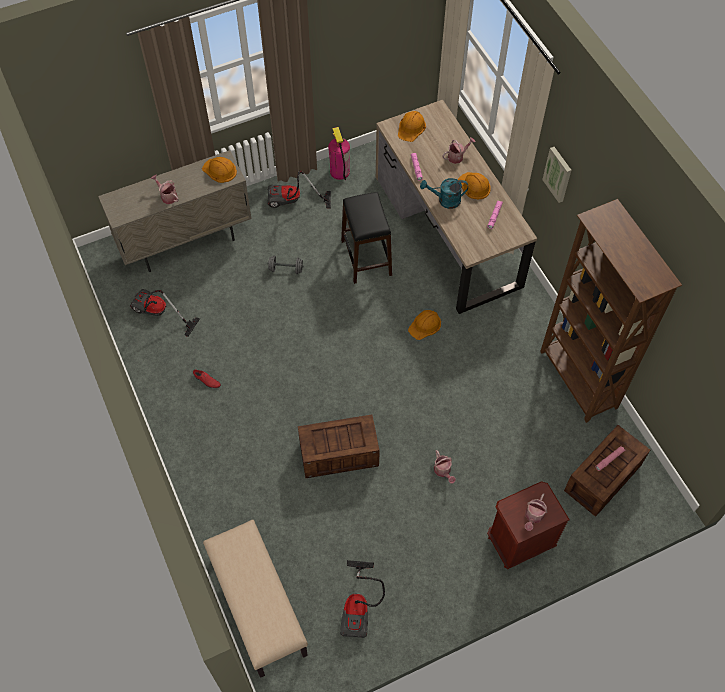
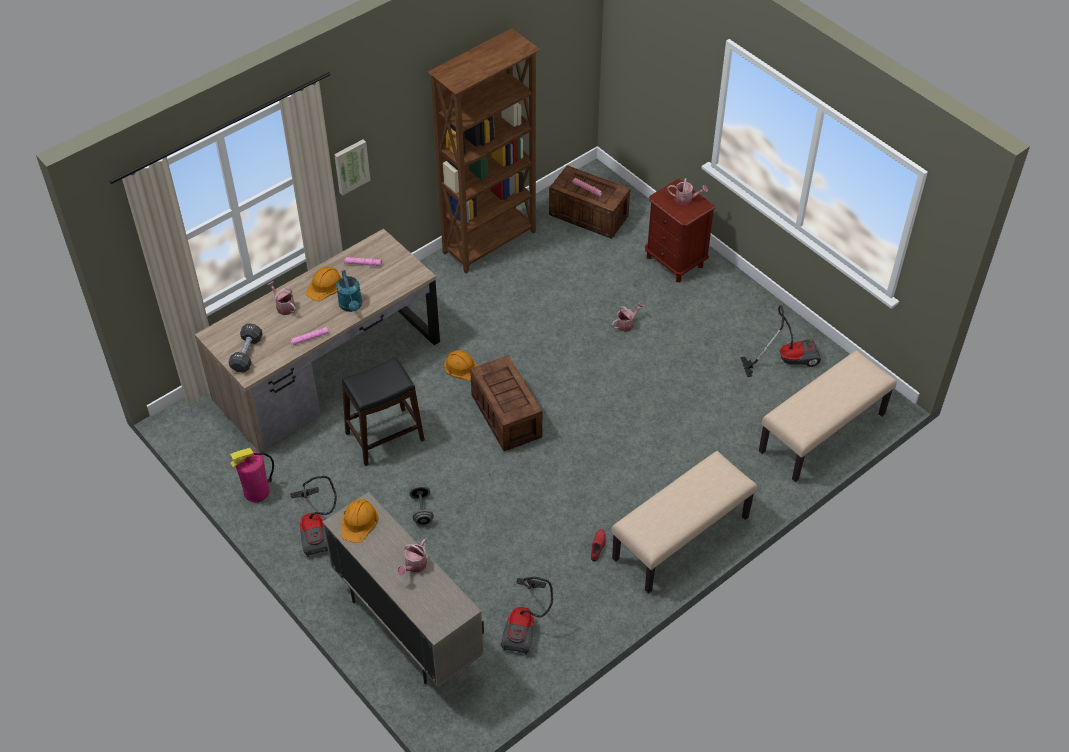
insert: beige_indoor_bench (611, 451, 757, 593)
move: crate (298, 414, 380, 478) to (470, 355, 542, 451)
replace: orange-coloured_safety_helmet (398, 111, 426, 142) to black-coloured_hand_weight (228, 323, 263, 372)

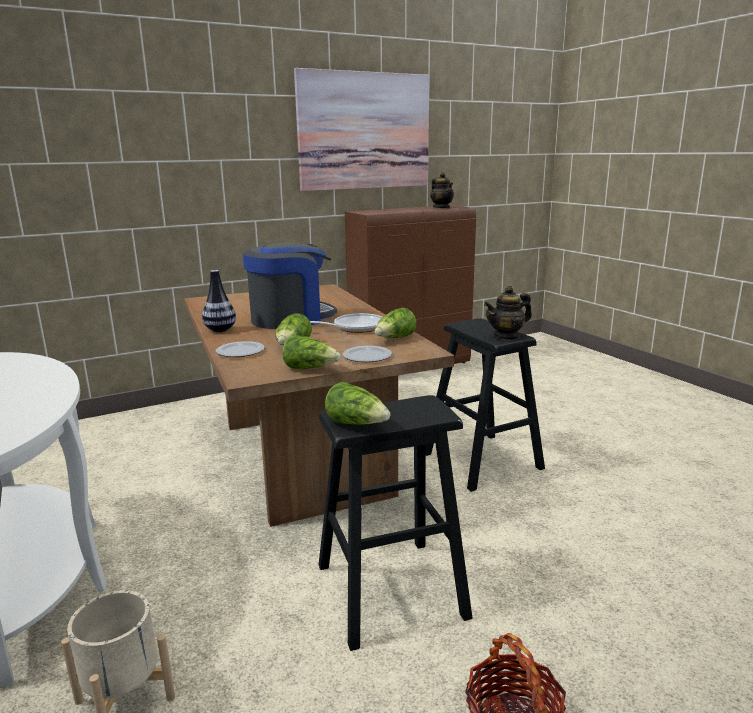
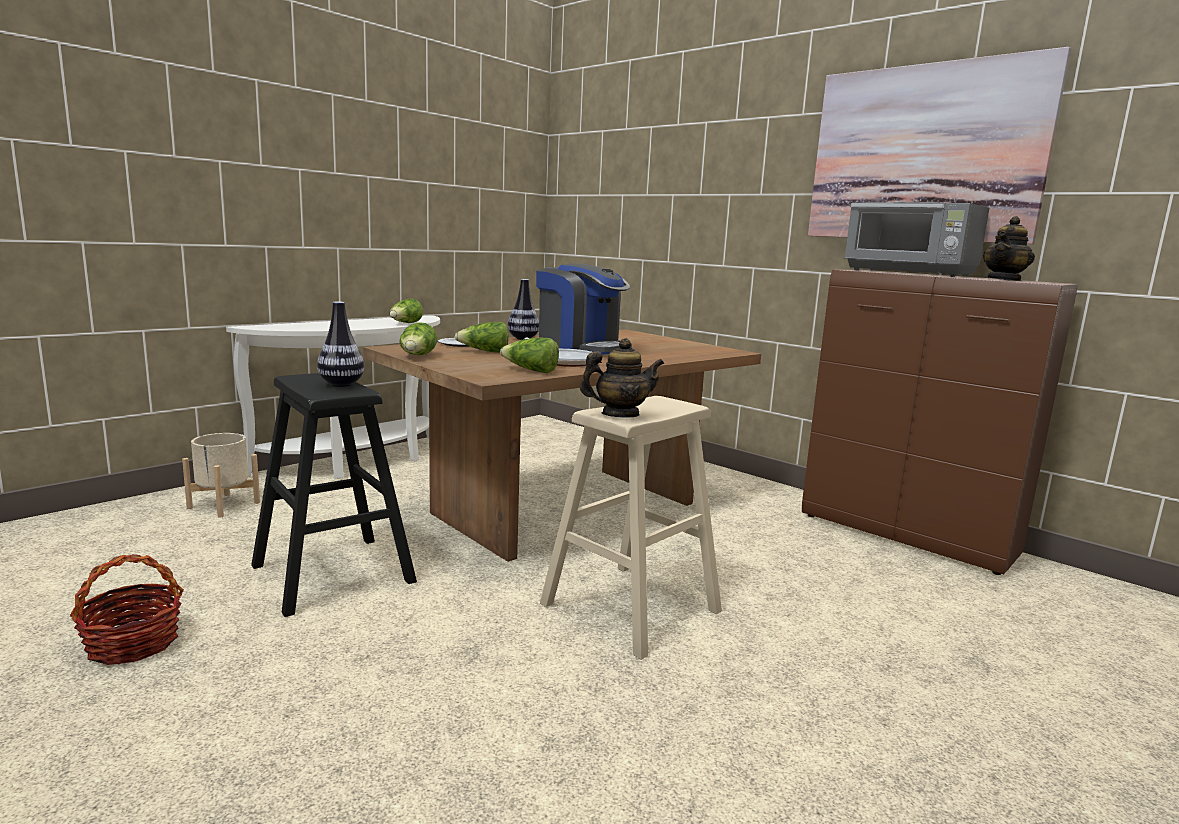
delete: plate (343, 346, 392, 362)
insert: decorative_vase (317, 302, 364, 387); gray_microwave_oven (844, 202, 989, 277)
move: lettuce (325, 382, 390, 425) to (390, 299, 423, 323)
recolor: black-coloured_stool (426, 318, 545, 492) to beige_stool (540, 396, 722, 660)
rotate: tea_pot (484, 286, 532, 340) = (580, 338, 664, 418) 120 degrees clockwise

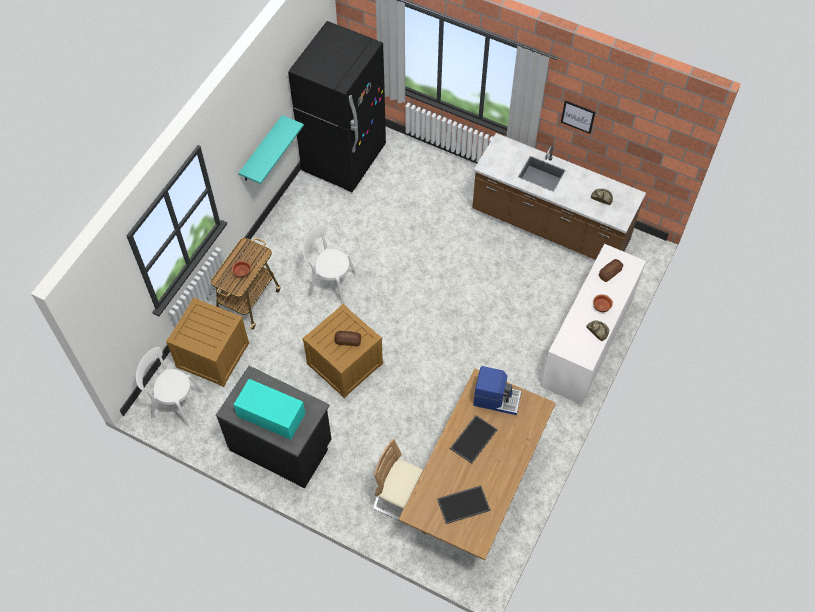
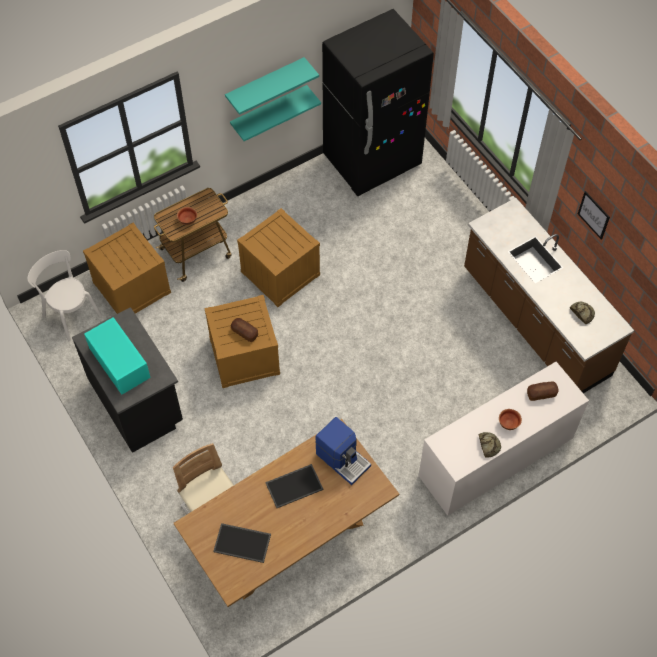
insert: blue-green_bracket_shelf (225, 57, 319, 115)
replace: white_upright_chair (303, 225, 356, 304) to crate (237, 208, 320, 307)

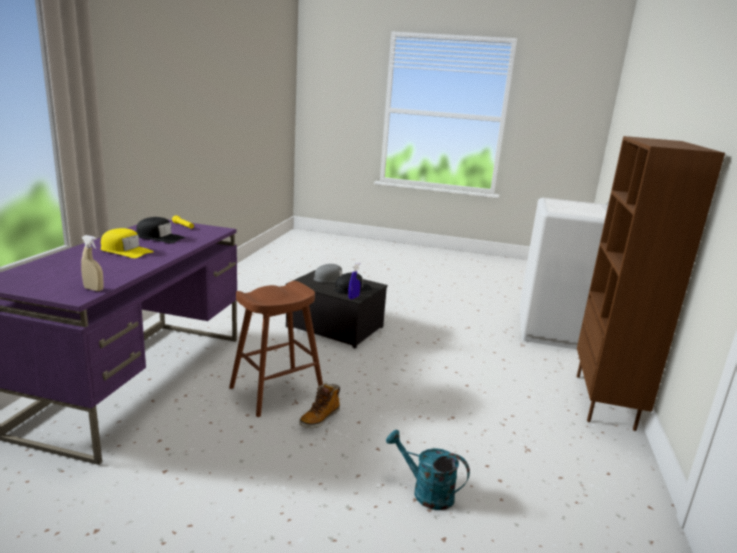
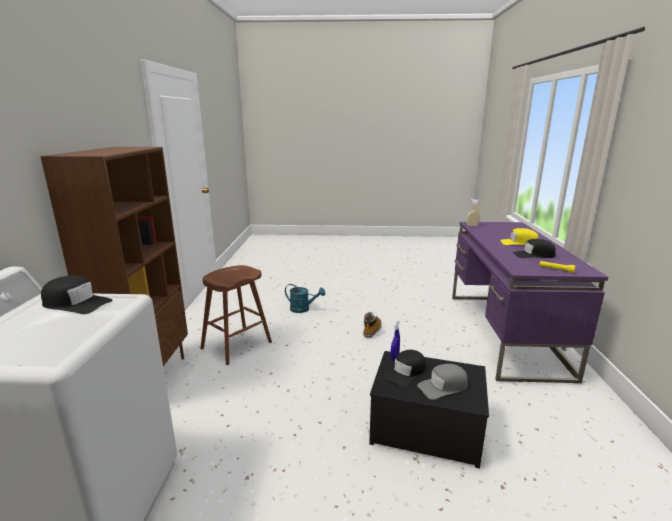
insert: black-coloured_cap (41, 275, 113, 314)
move: brown_stool (229, 281, 323, 417) to (200, 265, 272, 365)

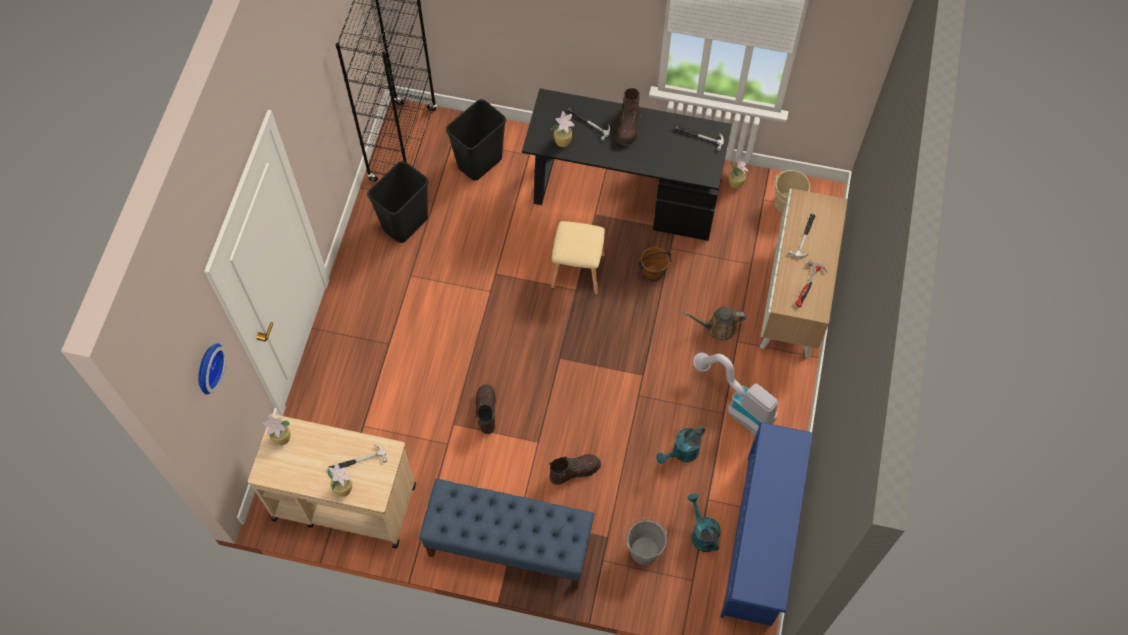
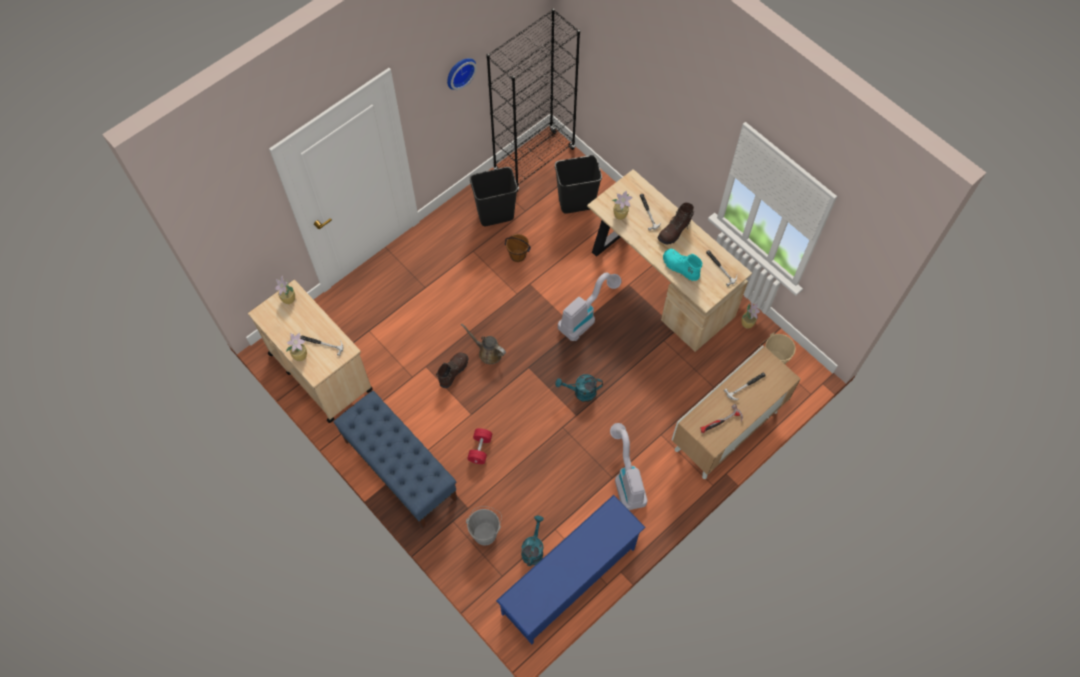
insert: blue-green_boot (663, 249, 703, 281)
move: wall_clock (198, 343, 226, 394) to (447, 58, 477, 90); brown_bucket (639, 247, 671, 281) to (505, 234, 531, 262); blue-green_watering_pot (656, 426, 705, 464) to (555, 374, 603, 402); brown_watering_pot (684, 307, 746, 341) to (461, 323, 506, 364)
replace: brown_boot (549, 454, 601, 485) to reddish_hand_weight (467, 428, 492, 464); beige_stool (551, 221, 605, 295) to vacuum_cleaner (558, 272, 622, 341)
recolor: black-coloured_desk_table (522, 88, 732, 241) to beige_desk_table (587, 169, 752, 352)

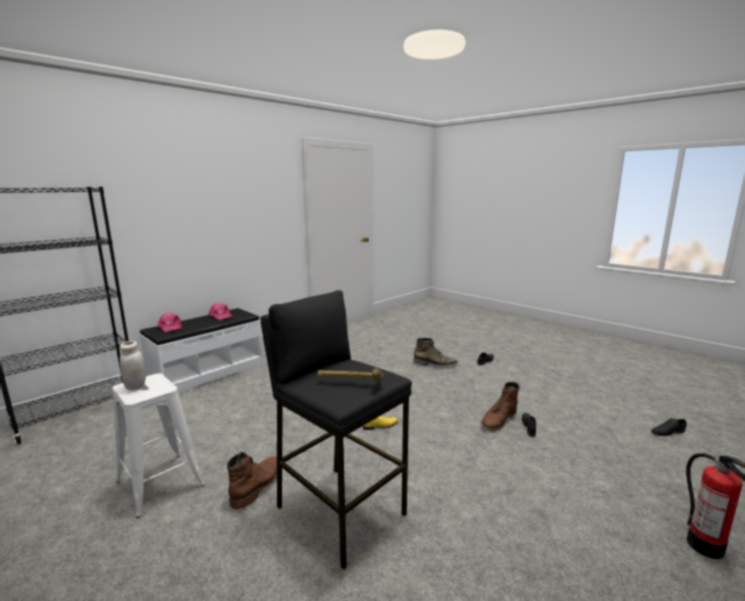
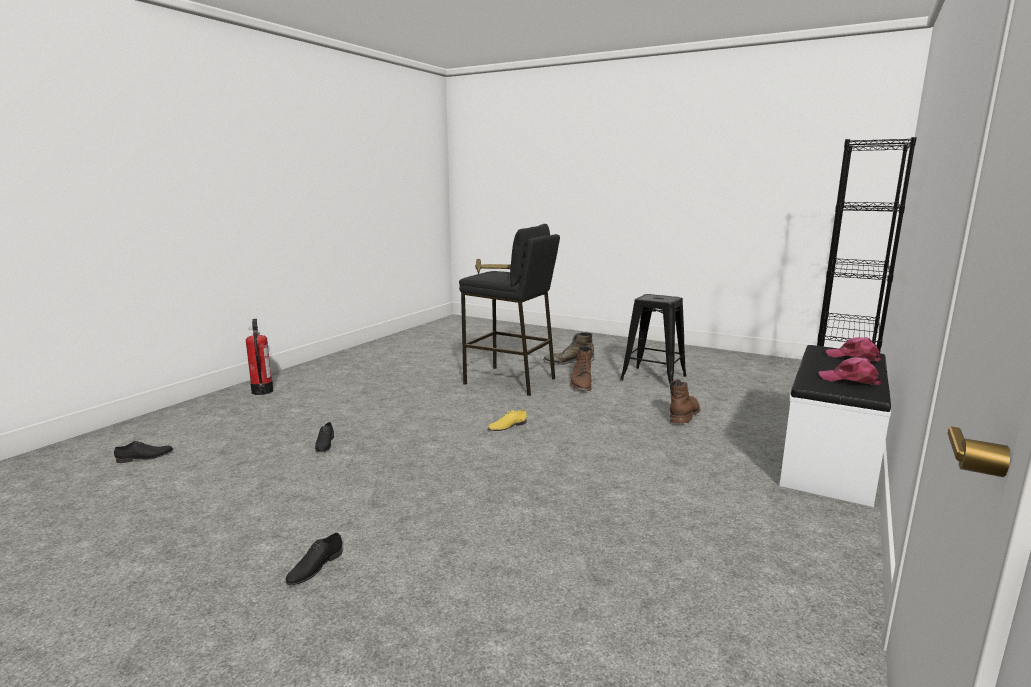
delete: white_preserve_jar (120, 341, 146, 390)
move: green_boot (413, 338, 458, 367) to (543, 332, 594, 365); brown_boot (481, 382, 520, 431) to (670, 379, 701, 424)
recolor: white_stool (112, 373, 205, 518) to black-coloured_stool (620, 294, 687, 389)

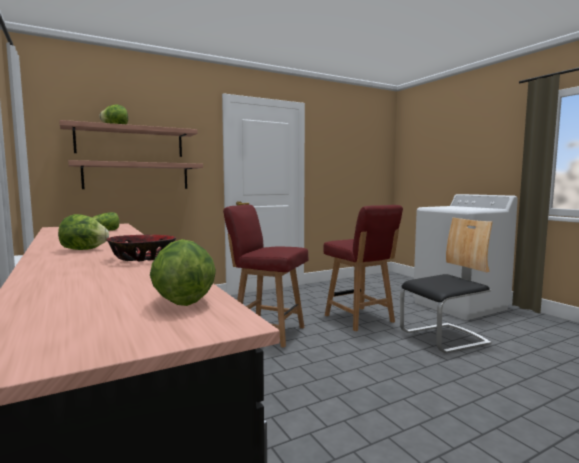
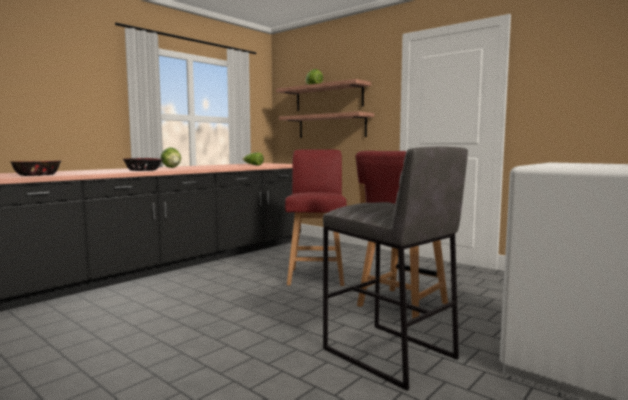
replace: lettuce (150, 239, 216, 306) to bowl (10, 161, 61, 176); upright_chair (400, 217, 493, 353) to gray_stool (323, 146, 468, 391)

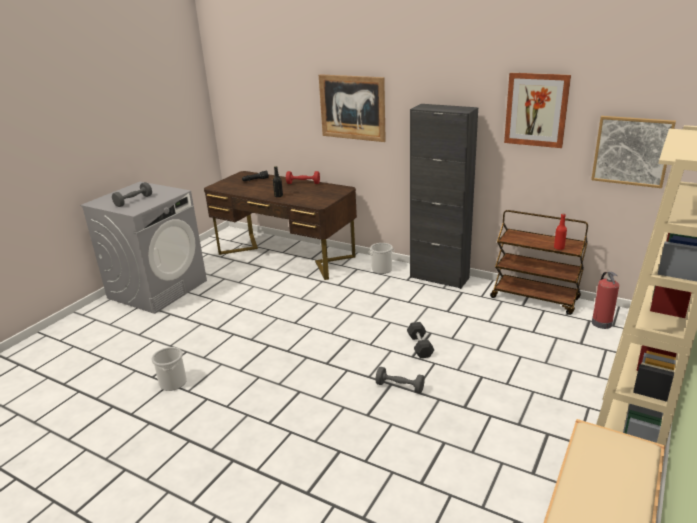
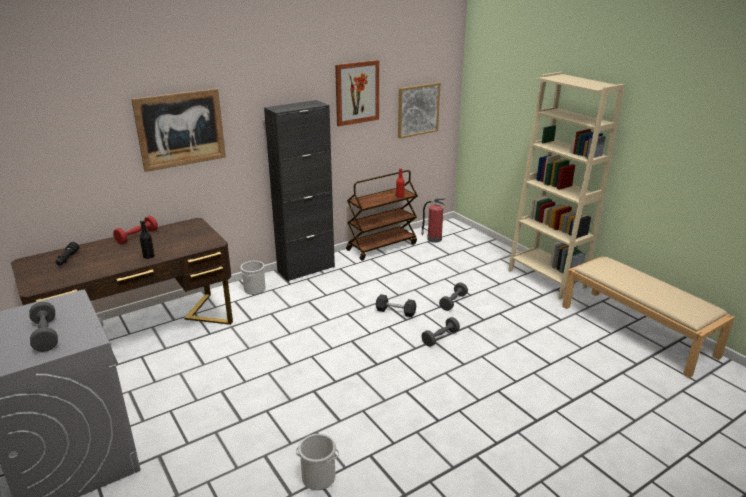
insert: gray_hand_weight (439, 282, 468, 311)

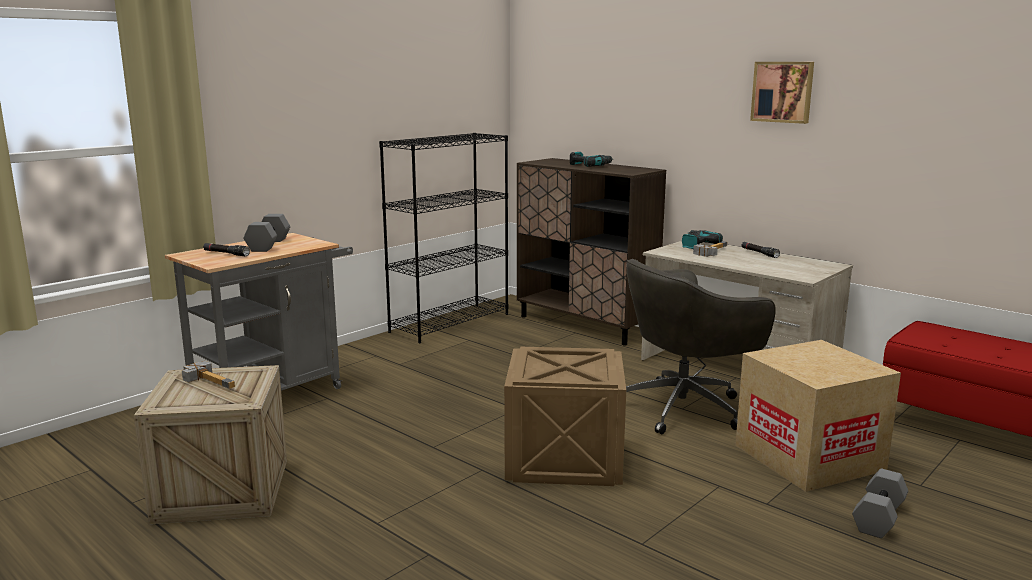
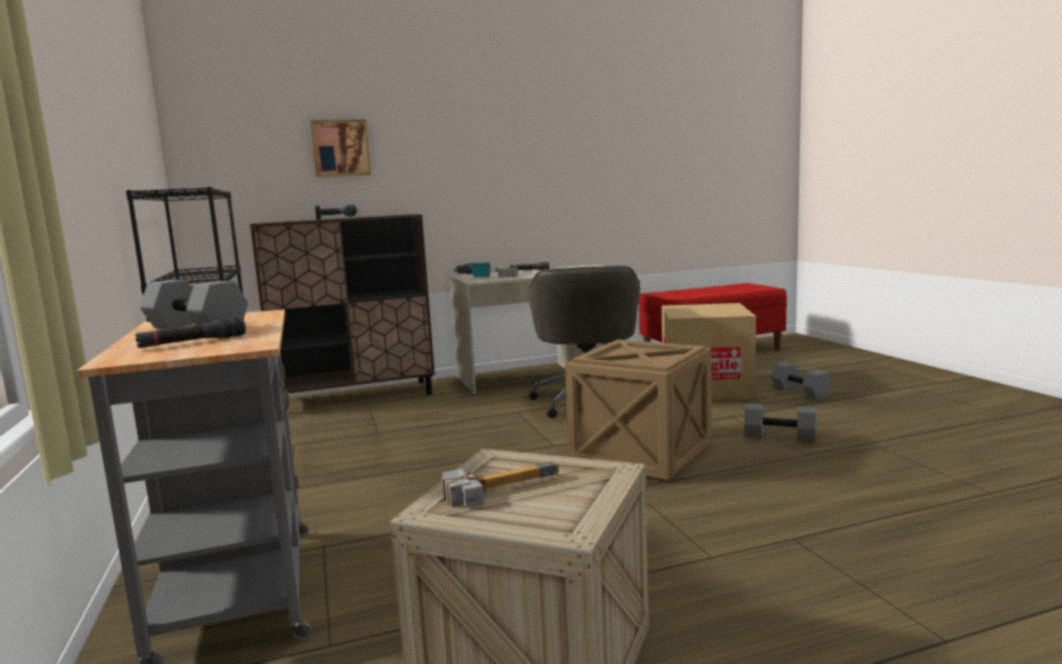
insert: gray_hand_weight (744, 403, 816, 442)
move: wall_art (750, 62, 814, 124) to (310, 120, 371, 177)

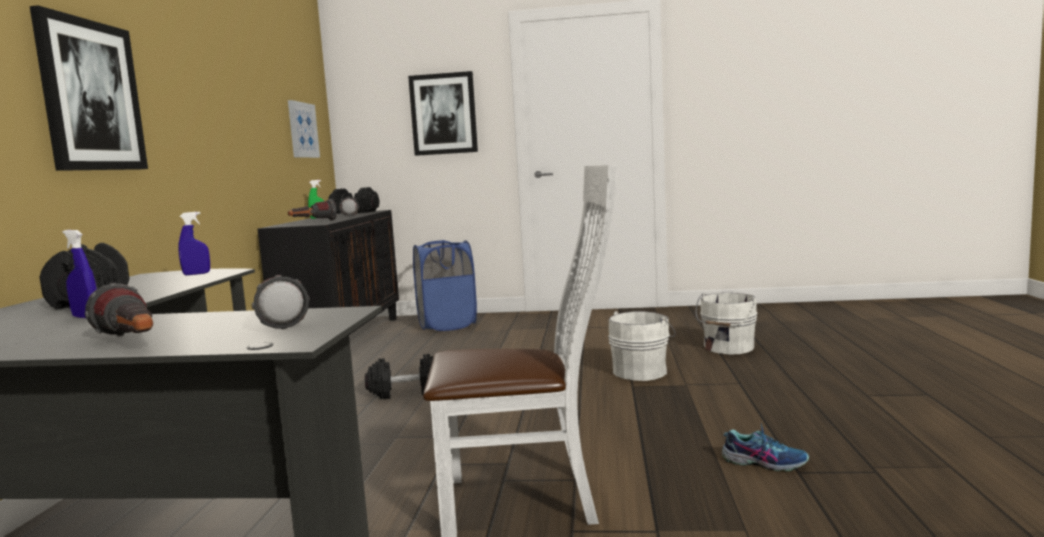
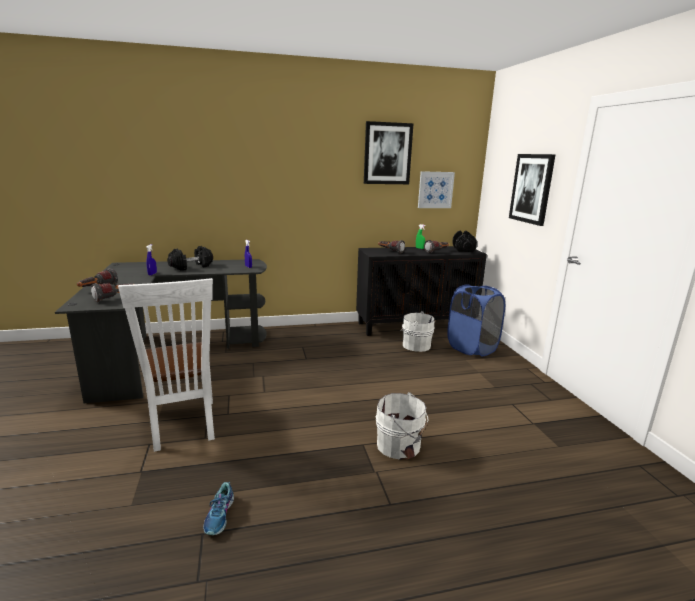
delete: black-coloured_hand_weight (365, 354, 433, 399)
move: wall_art (30, 5, 148, 171) to (364, 121, 414, 184); white_bucket (696, 293, 758, 354) to (400, 311, 435, 352)

